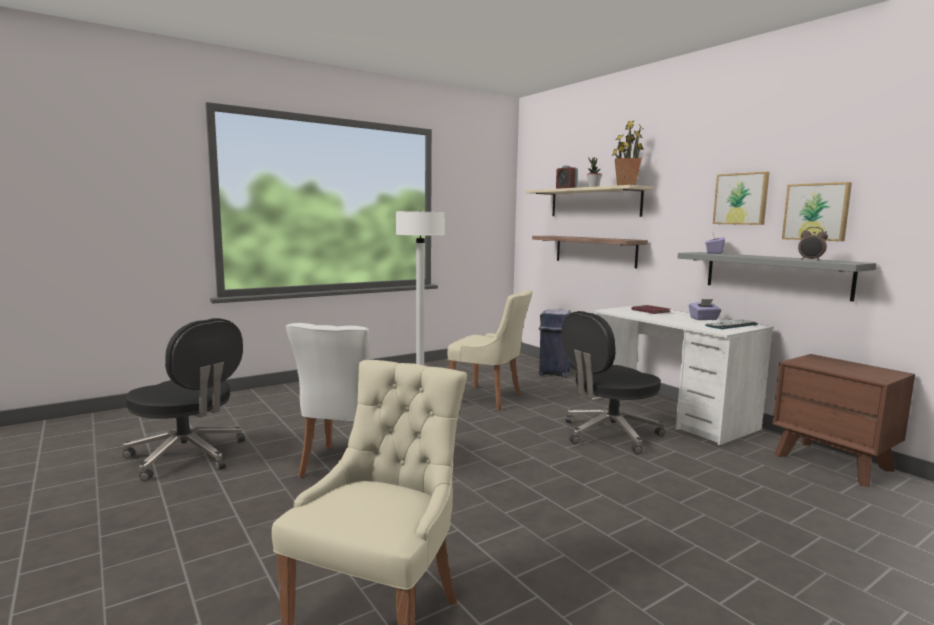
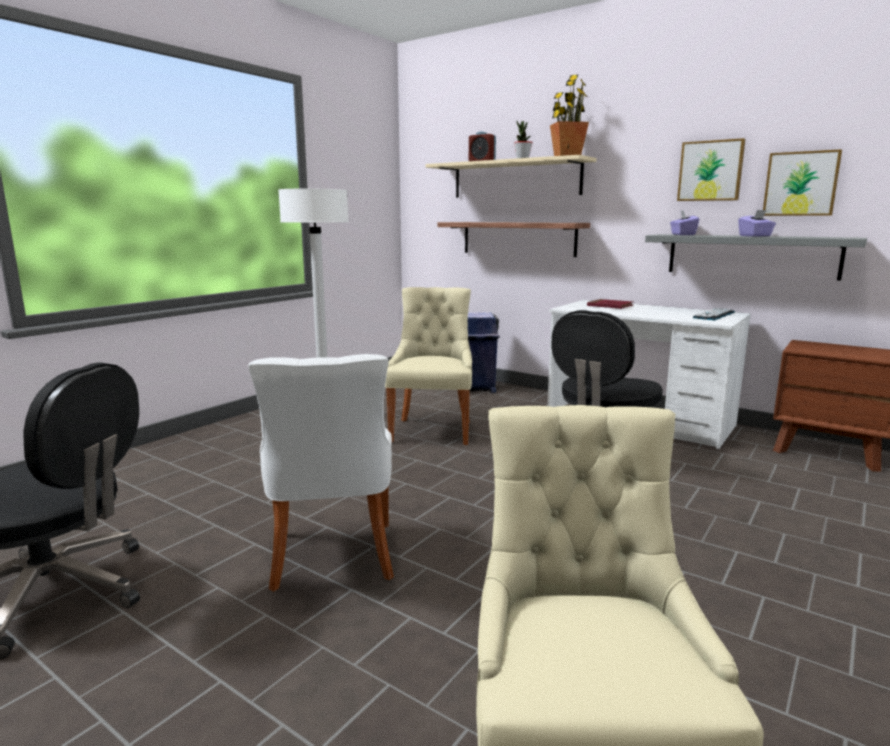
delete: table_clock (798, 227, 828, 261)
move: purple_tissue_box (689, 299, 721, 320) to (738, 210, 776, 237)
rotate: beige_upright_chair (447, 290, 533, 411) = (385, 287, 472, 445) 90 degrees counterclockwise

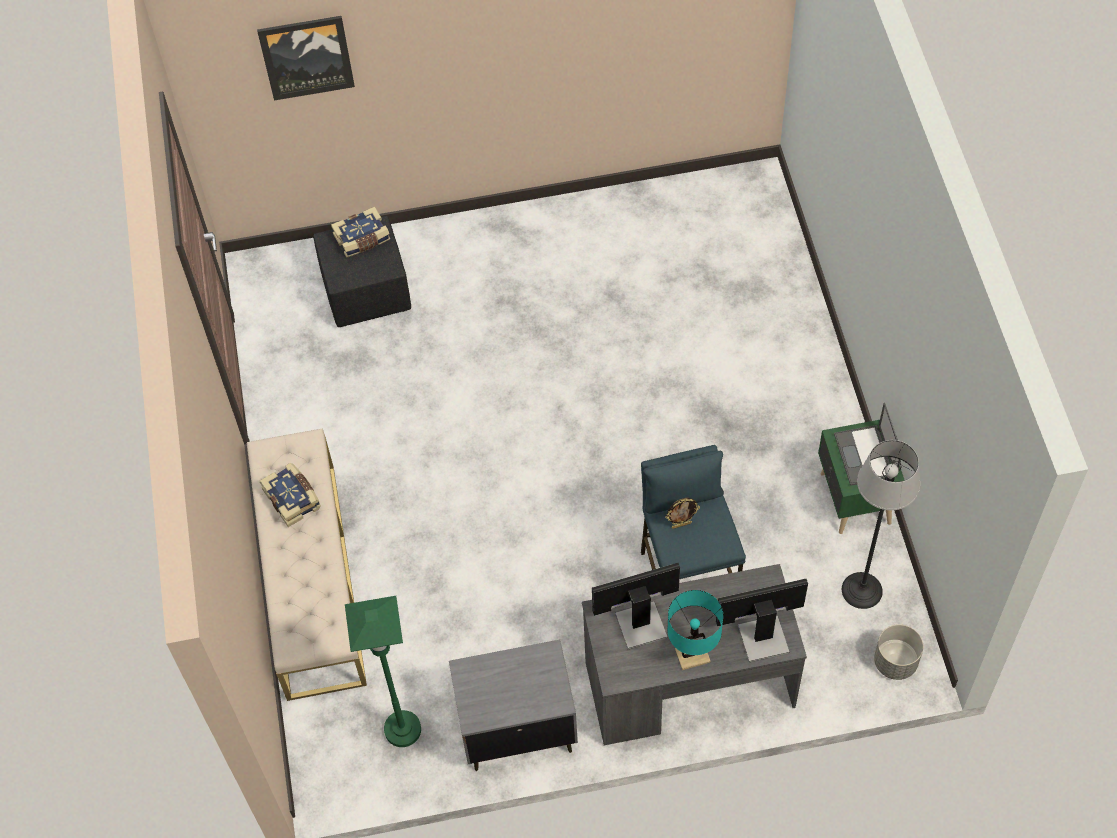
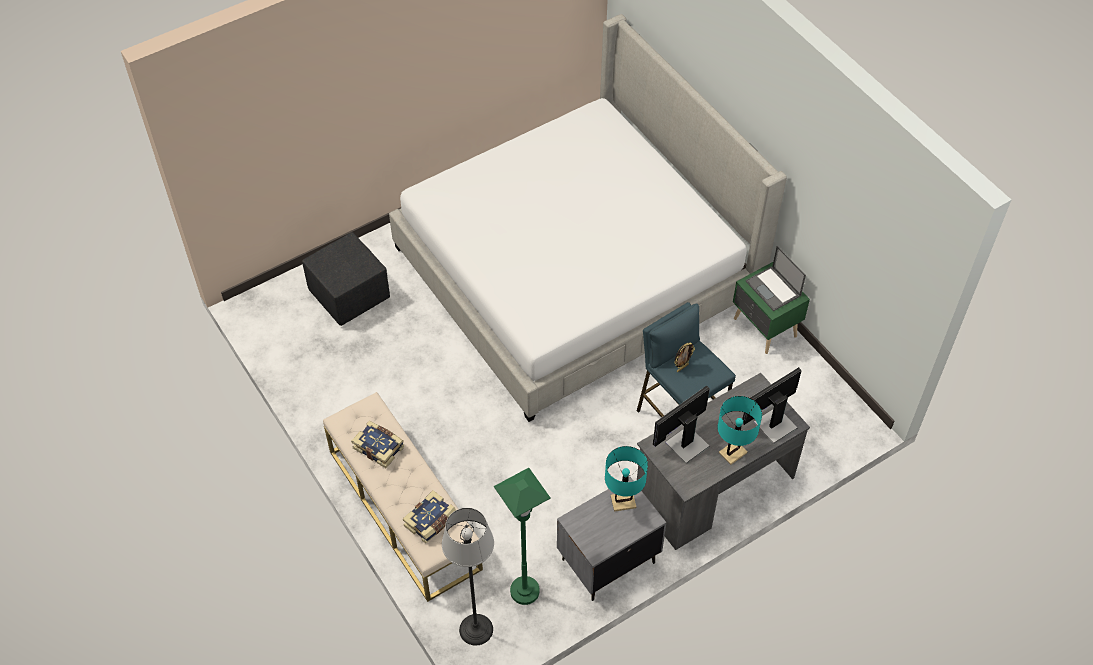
delete: wall_art (257, 16, 355, 101); gray_plant_pot (874, 624, 923, 680)
insert: sleeping_bed (389, 14, 787, 422); blue-green_lamp_for_a_table (605, 446, 648, 512)
move: bound_book (331, 207, 390, 258) to (403, 490, 456, 543); floor_lamp (842, 440, 920, 609) to (442, 508, 494, 645)

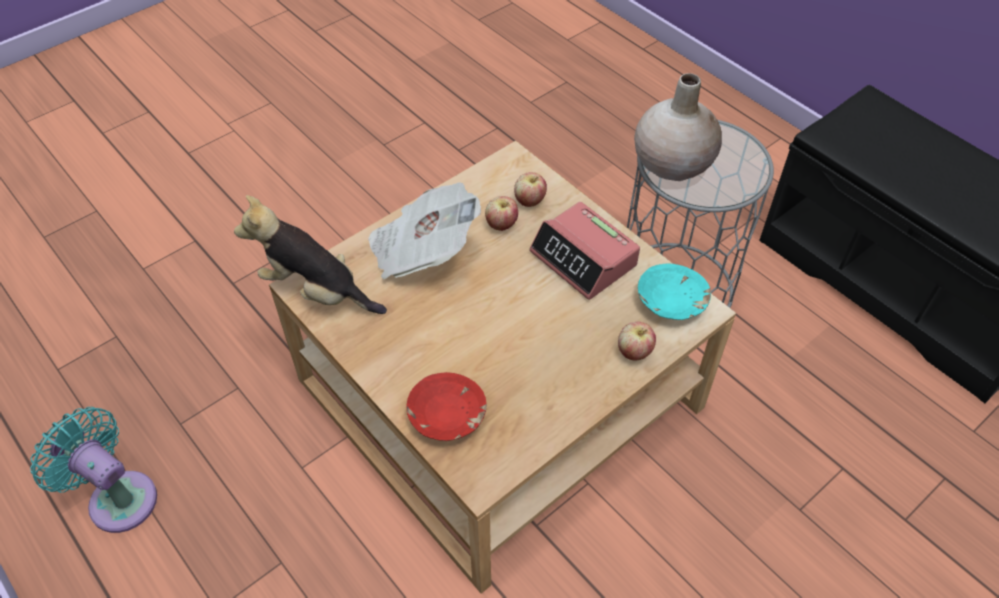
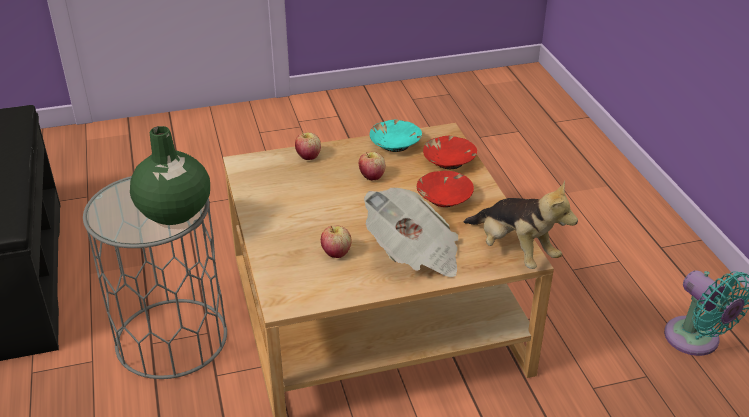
delete: table_clock (529, 202, 640, 300)
insert: reddish_bowl (417, 171, 474, 207)
move: whole_apple (514, 172, 547, 207) to (359, 152, 386, 181); blue-green_bowl (638, 263, 711, 320) to (370, 120, 422, 152)
recolor: beige_decorative_vase (634, 73, 722, 181) to green_decorative_vase (130, 126, 210, 225)

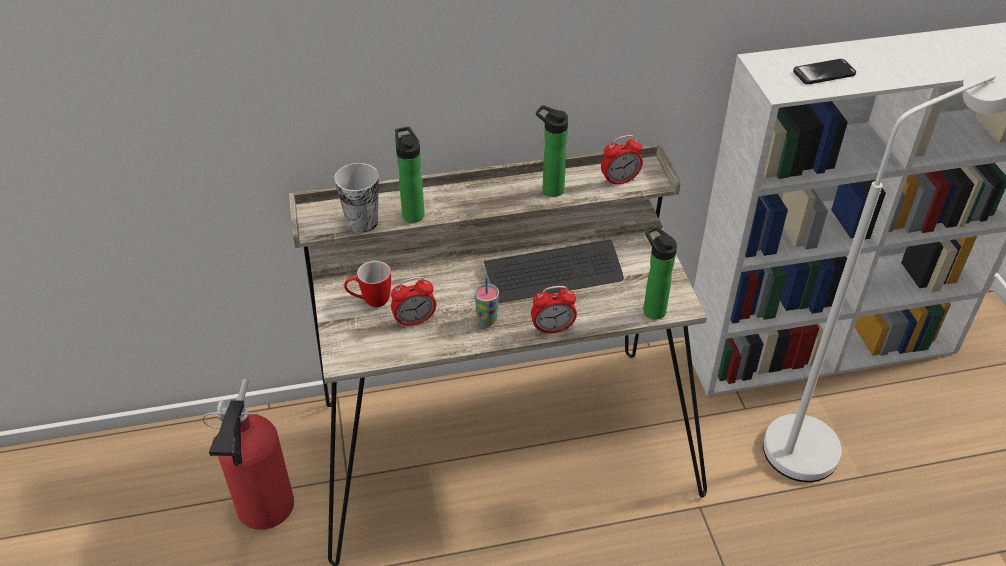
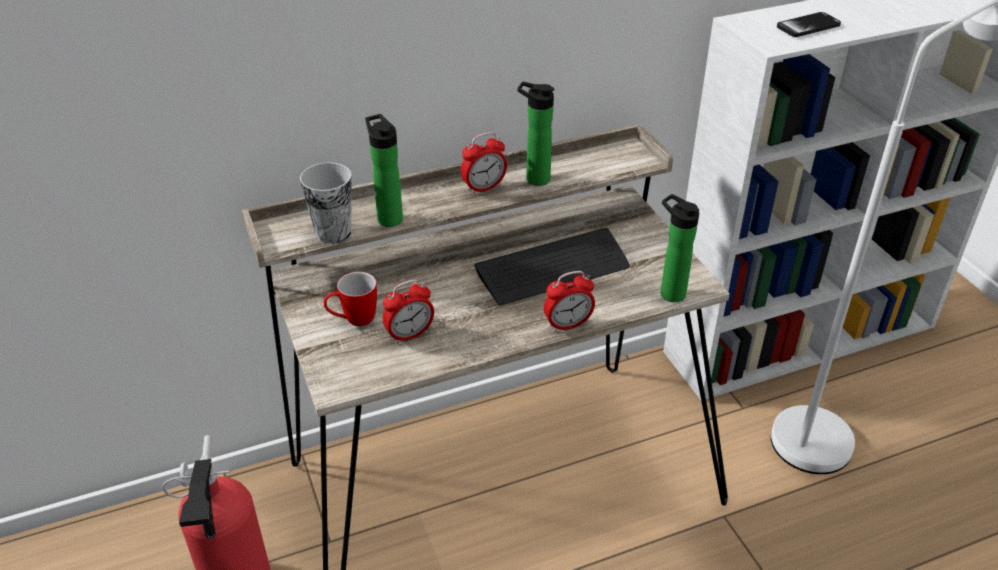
delete: drinking_cup (474, 277, 499, 326)
move: table_clock (601, 135, 643, 186) to (461, 132, 507, 195)

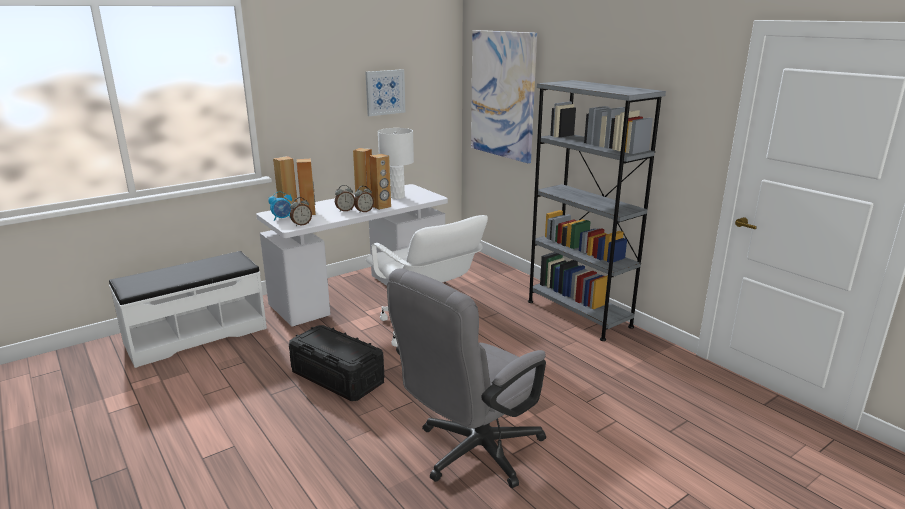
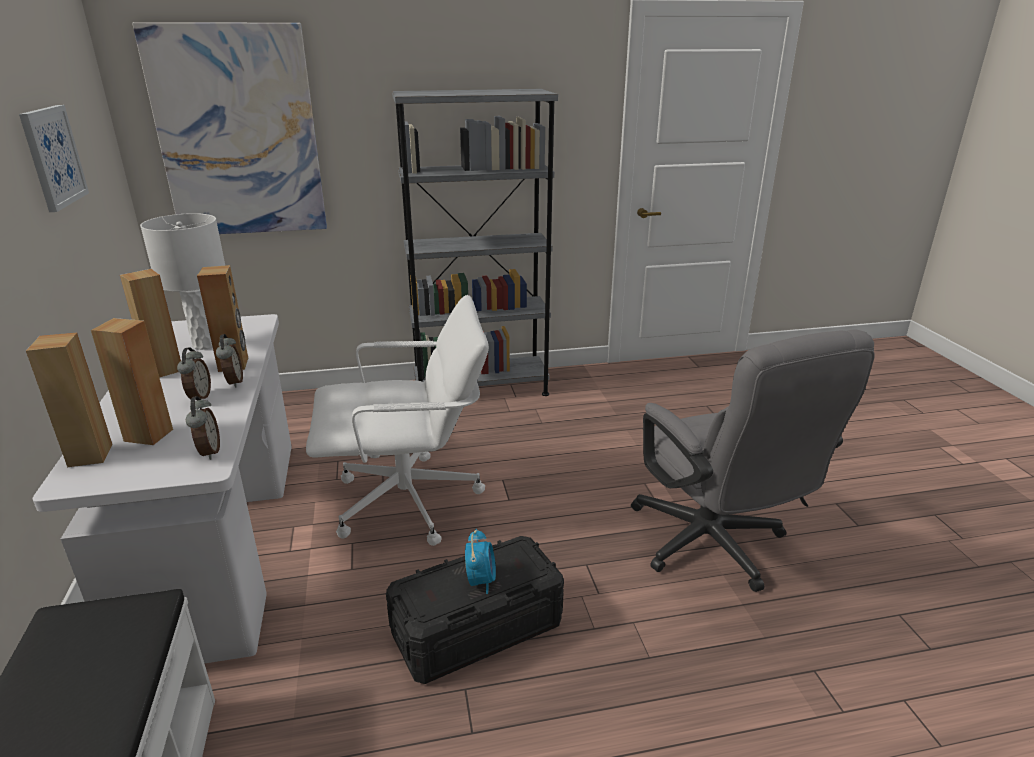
move: table_clock (268, 191, 292, 221) to (465, 529, 496, 594)

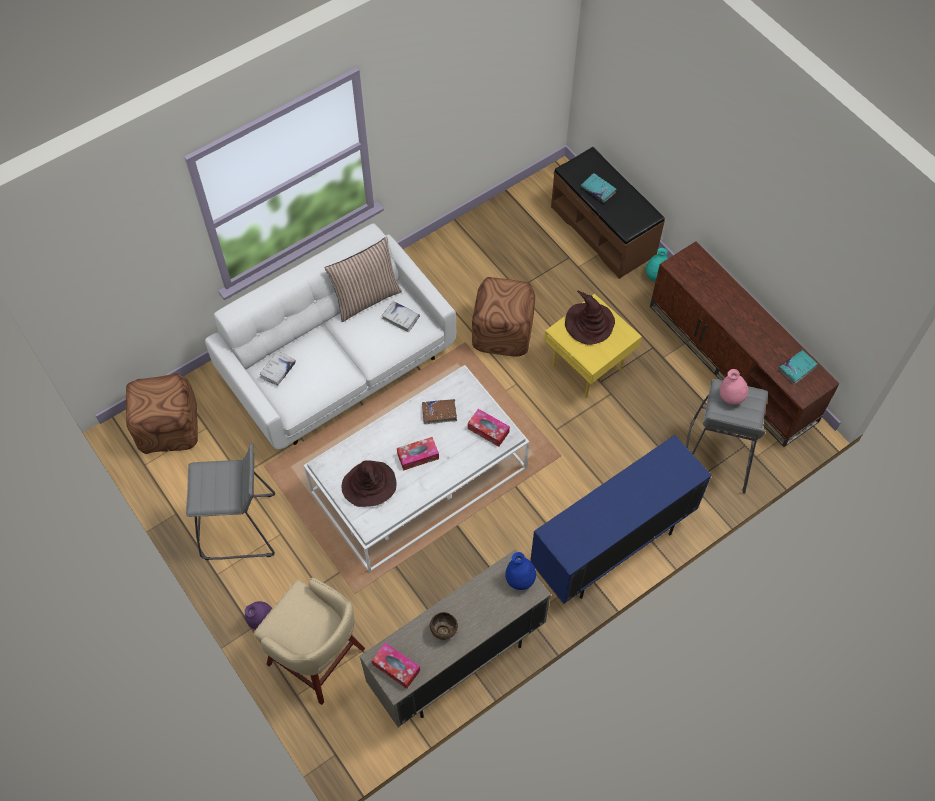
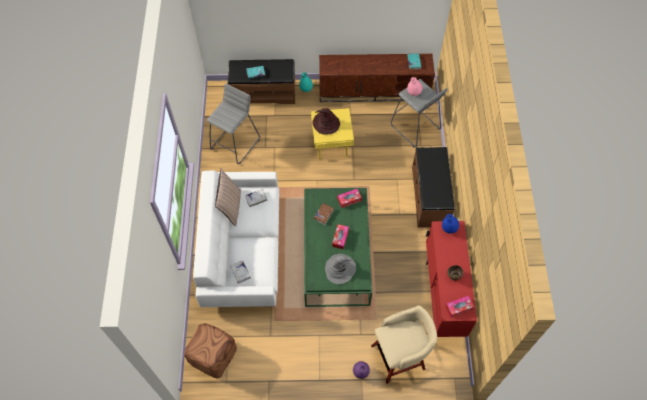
delete: brown_pouffe (472, 277, 535, 357)
move: gray_stool (186, 443, 275, 560) to (207, 83, 260, 164)
replace: bluish_cabinet (530, 435, 712, 604) to brown_indoor_bench (412, 147, 455, 228)
recolor: white_lounge_table (304, 365, 529, 572) to green_lounge_table (304, 188, 372, 307); brown_hat (342, 460, 397, 507) to gray_hat (325, 254, 356, 284); beige_cabinet (359, 549, 551, 727) to reddish_cabinet (426, 221, 477, 337)

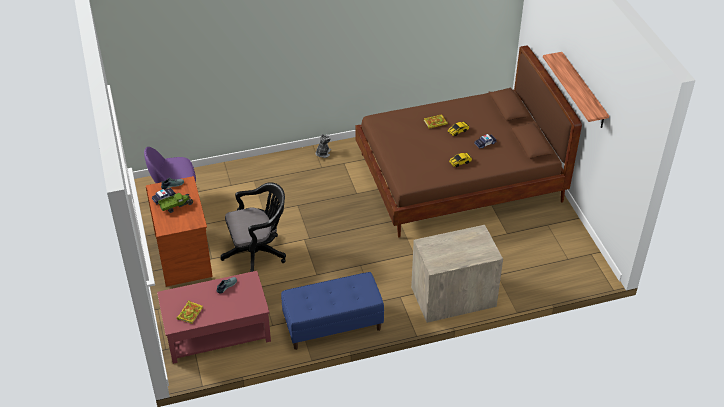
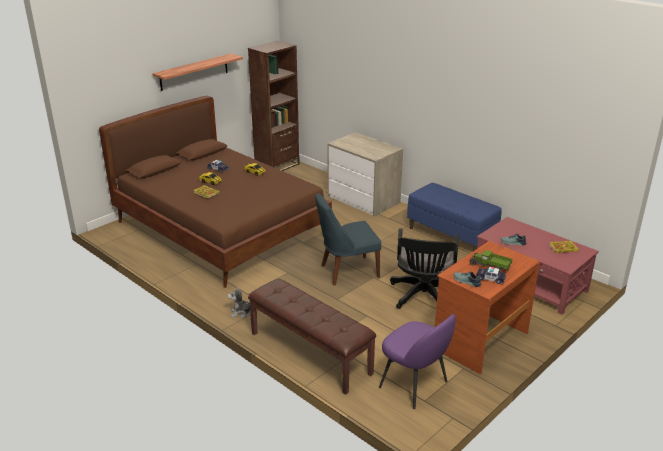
insert: brown_shelving_unit (248, 40, 300, 171); brown_indoor_bench (248, 279, 376, 395); bluish_upright_chair (315, 193, 381, 285)
rotate: black-coloured_desk_chair (220, 182, 286, 272) = (390, 228, 459, 309) 120 degrees counterclockwise

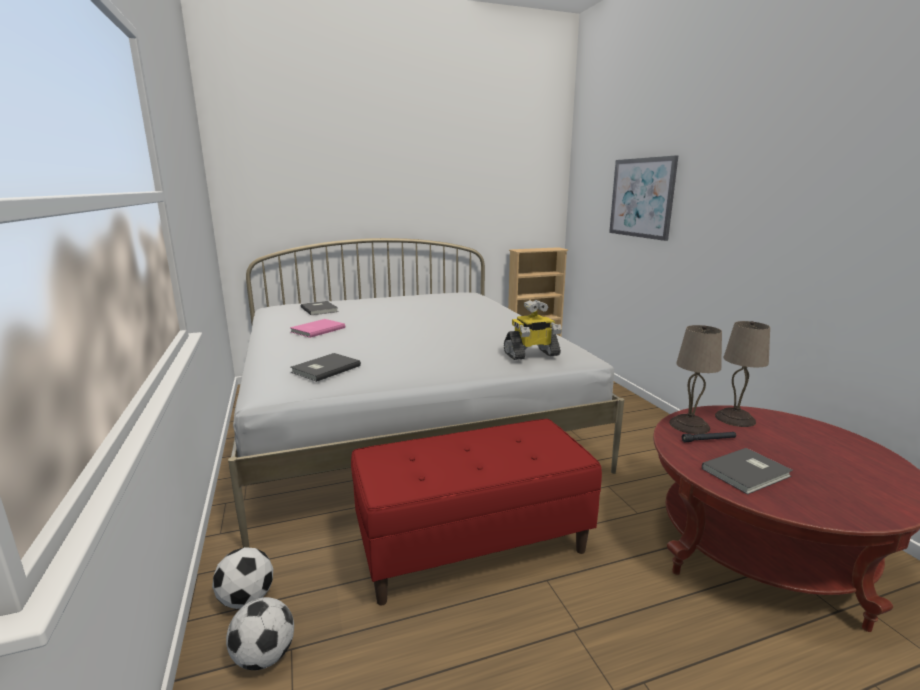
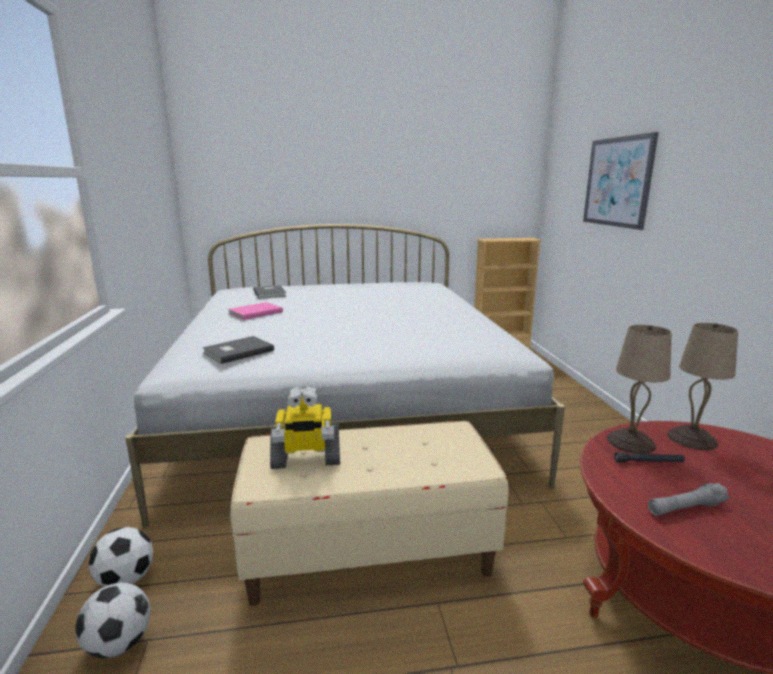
move: model_robot (504, 300, 562, 360) to (270, 386, 340, 469)
replace: gray_bound_book (702, 448, 793, 495) to gray_hand_torch (648, 483, 729, 516)
recolor: reddish_indoor_bench (351, 419, 602, 606) to beige_indoor_bench (230, 421, 509, 606)

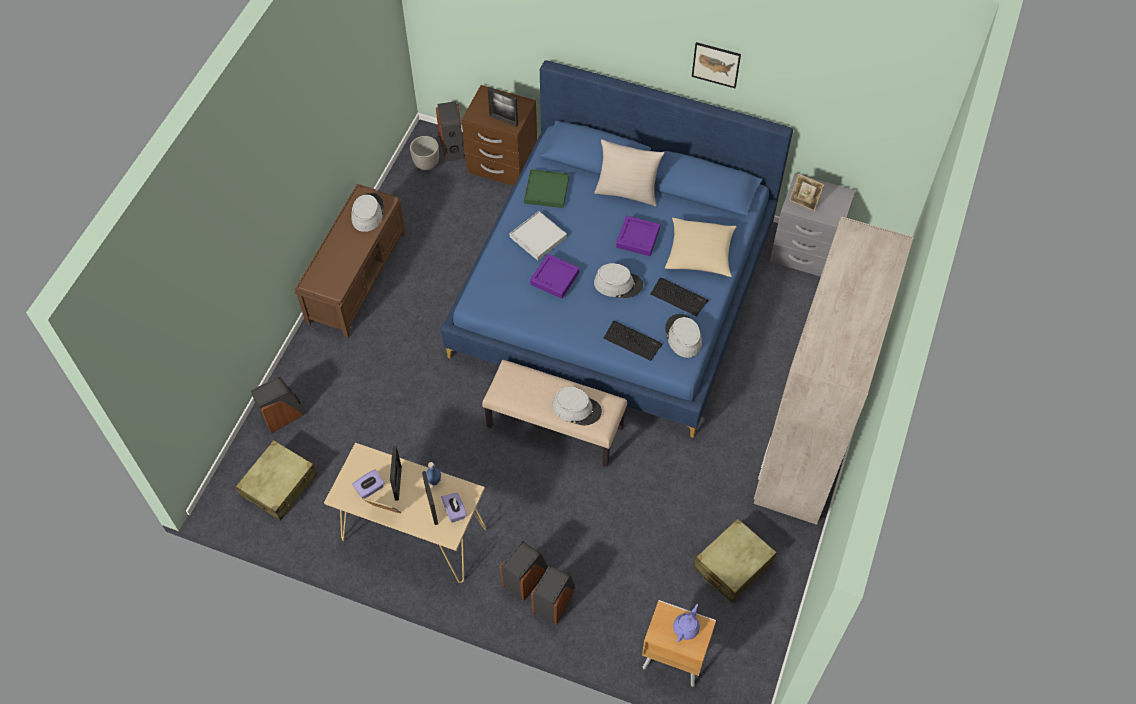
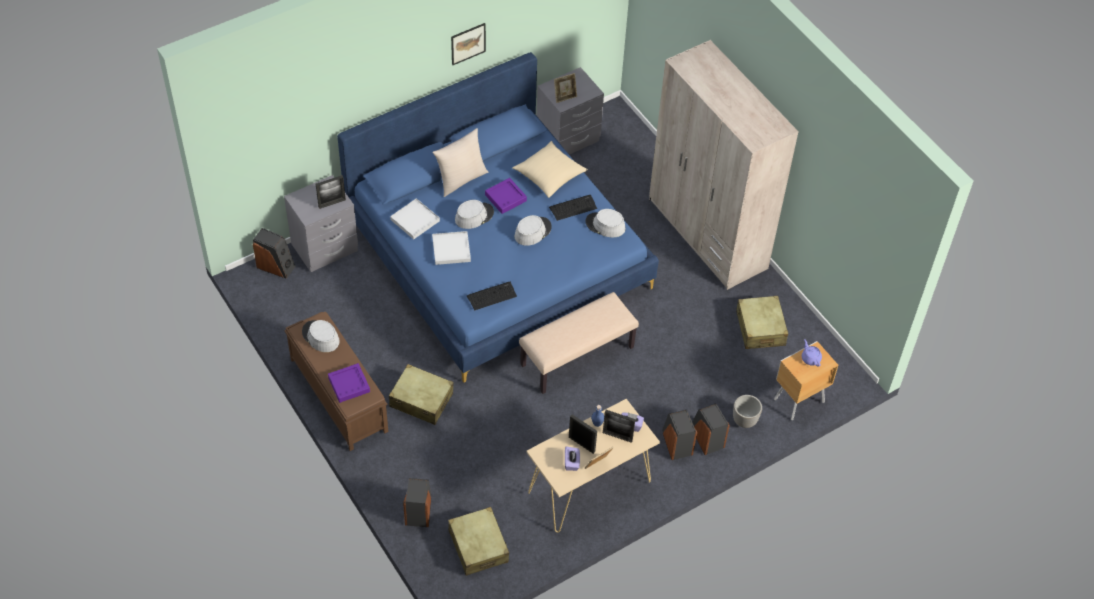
insert: beige_travel_case (389, 364, 454, 425)
move: plant_pot (410, 136, 439, 170) to (733, 395, 762, 428); purple_serving_tray (530, 254, 579, 299) to (328, 363, 370, 403); gray_hat (552, 386, 602, 426) to (455, 200, 494, 229); PC_keyboard (603, 321, 663, 361) to (467, 281, 517, 310)
recolor: brown_nightstand (462, 85, 537, 186) to gray_nightstand (284, 175, 358, 272); green_serving_tray (524, 169, 569, 208) to white_serving_tray (390, 198, 440, 240)

